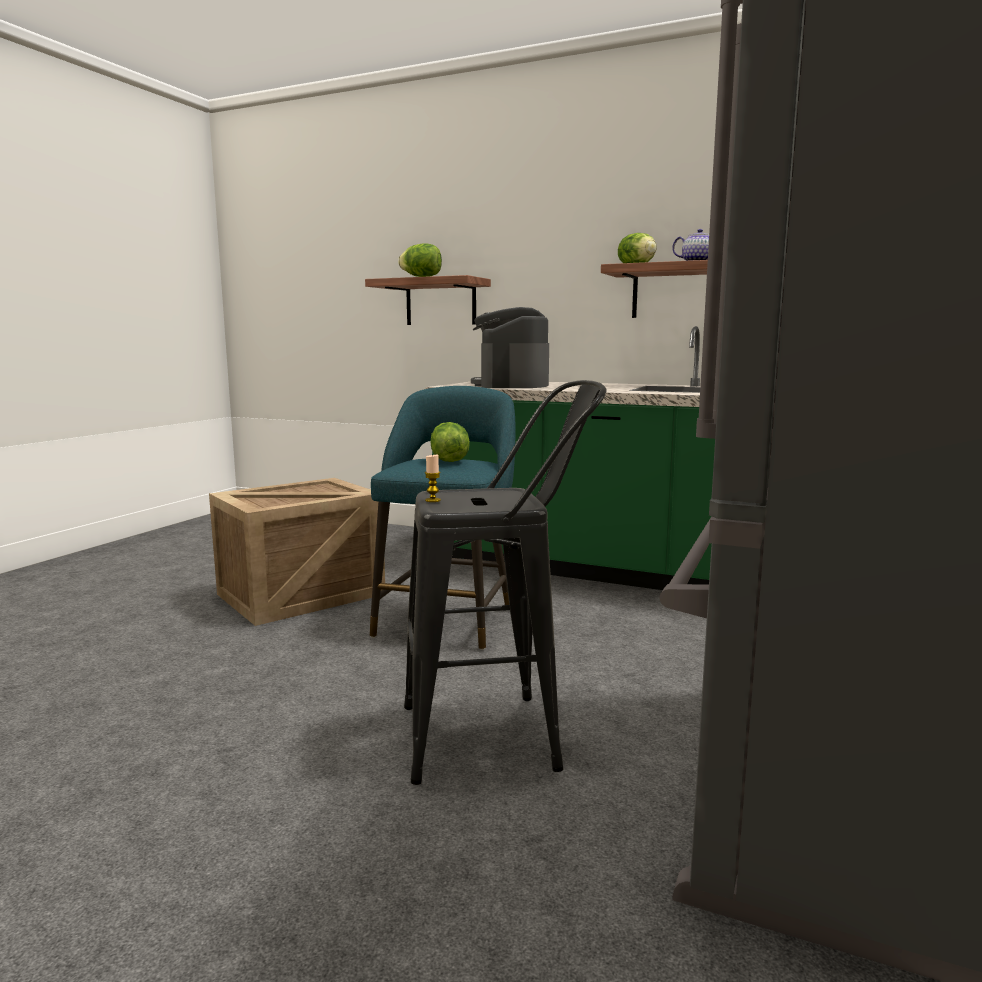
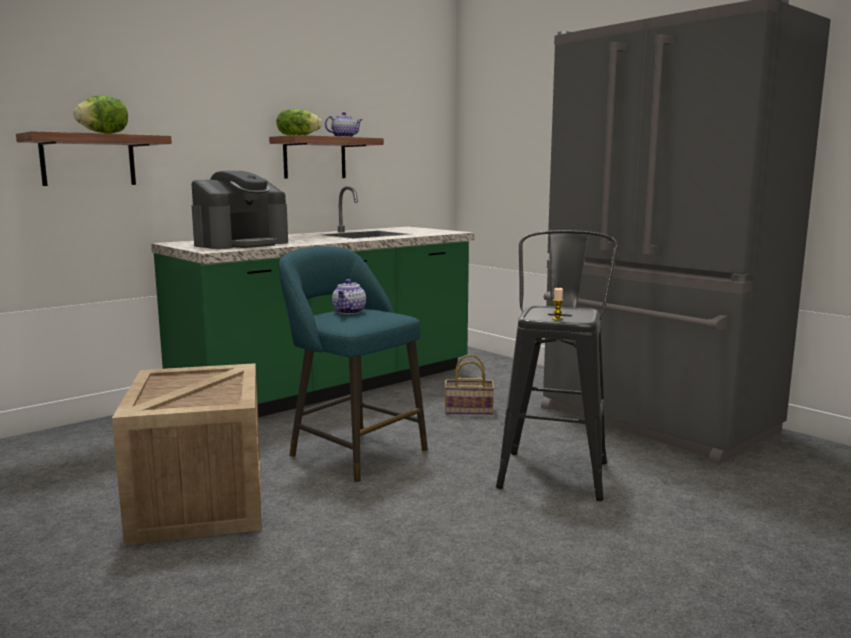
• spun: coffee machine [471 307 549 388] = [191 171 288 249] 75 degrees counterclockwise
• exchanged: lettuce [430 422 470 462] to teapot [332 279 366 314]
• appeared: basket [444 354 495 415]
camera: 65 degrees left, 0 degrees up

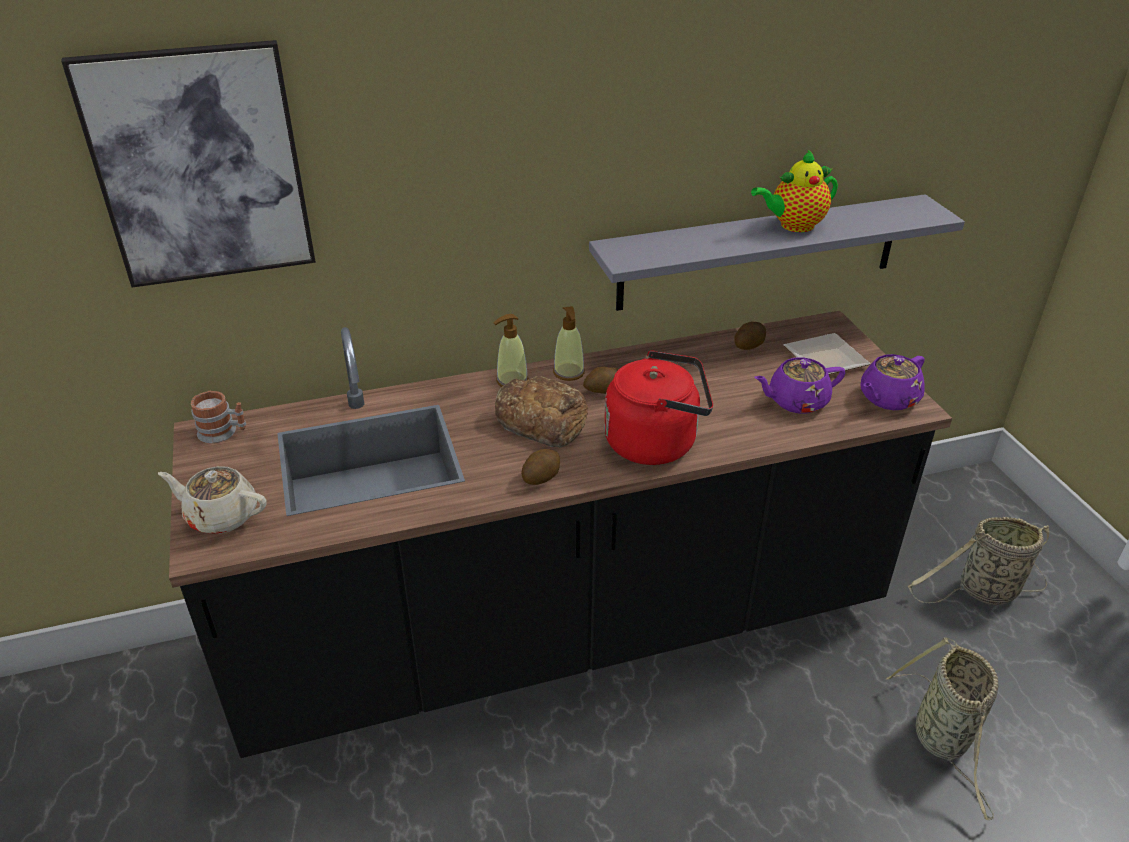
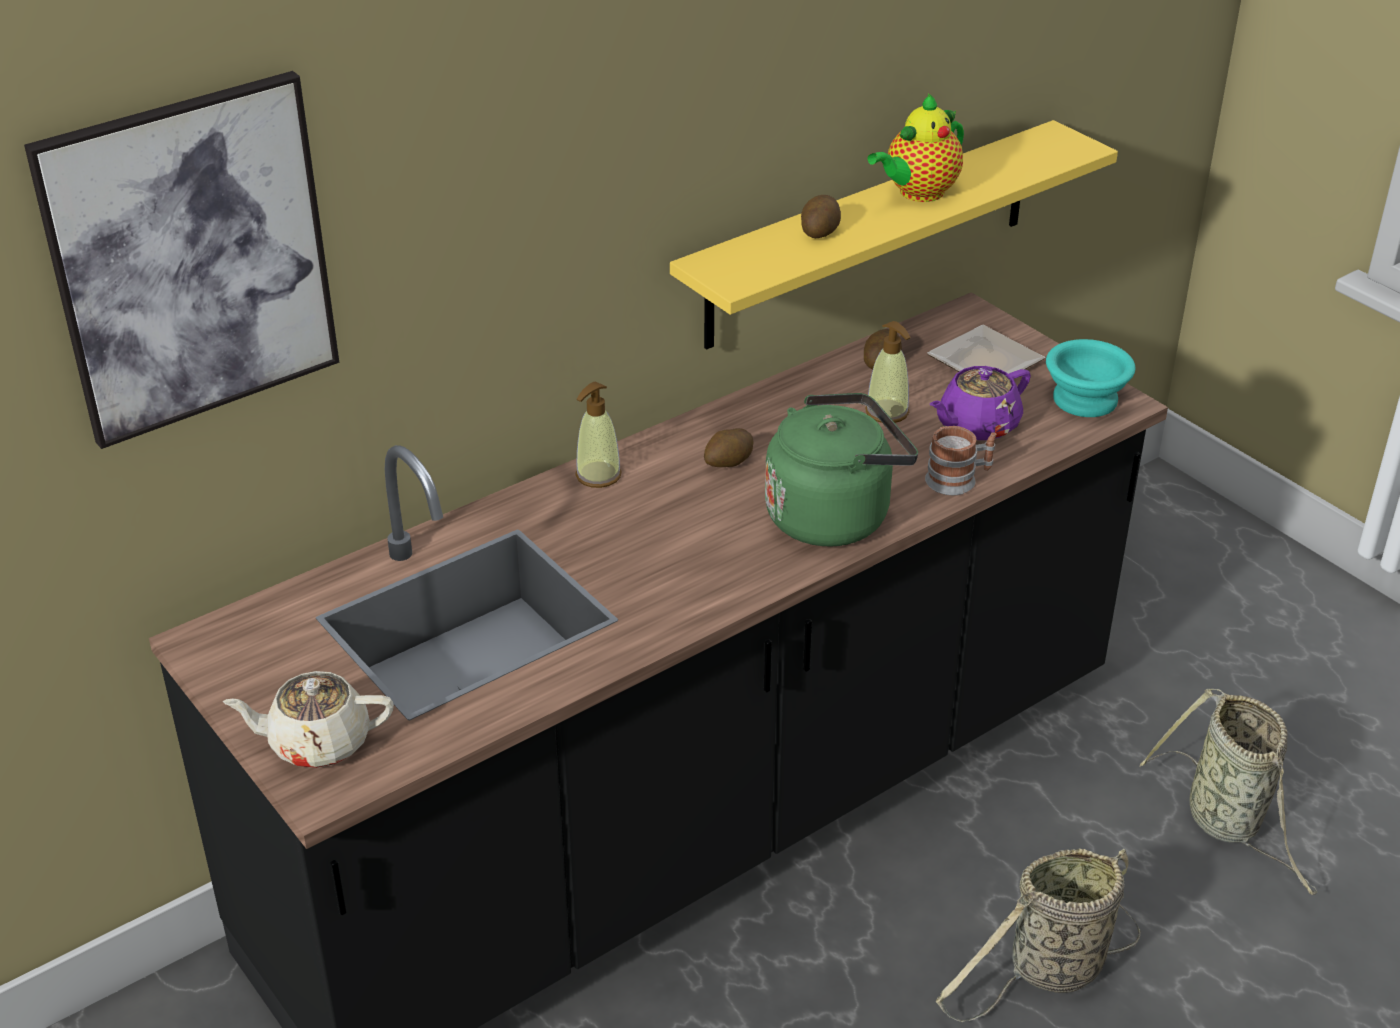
• colour: grey shelf [589 194 965 311] to yellow shelf [670 120 1118 350]
• colour: red kettle [604 350 713 465] to green kettle [765 393 918 546]
• relocated: potato [521 449 560 485] to [801 195 841 238]
• relocated: soap dispenser [553 306 585 381] to [865 321 911 423]
• relocated: mug [191 391 246 443] to [925 426 996 495]
• relocated: basket [908 517 1049 605] to [936 849 1141 1022]
• exchanged: purple teapot [861 354 925 410] to turquoise bowl [1046 339 1136 417]
• missing: bread [495 376 588 448]
camera: 20 degrees left, 0 degrees up

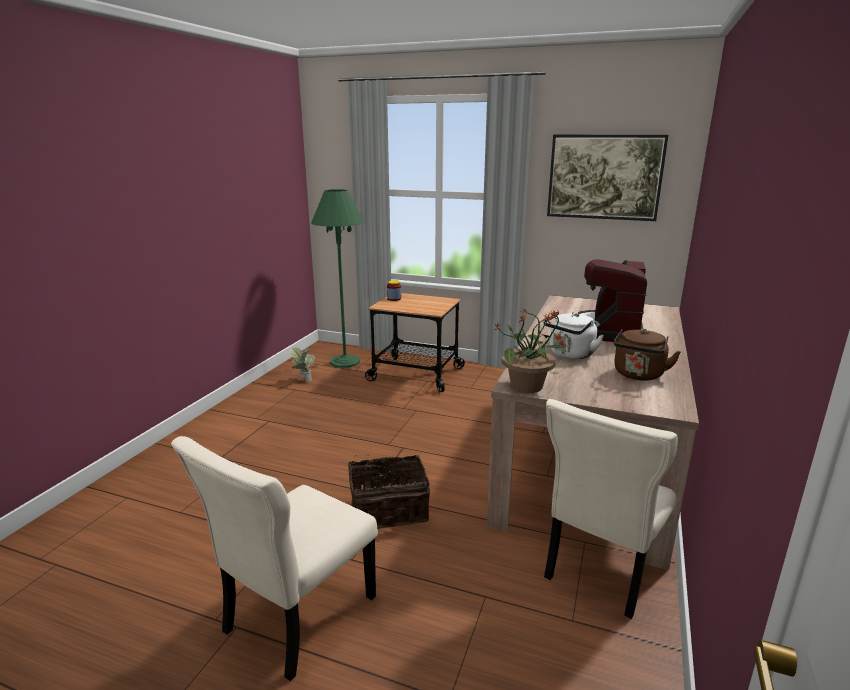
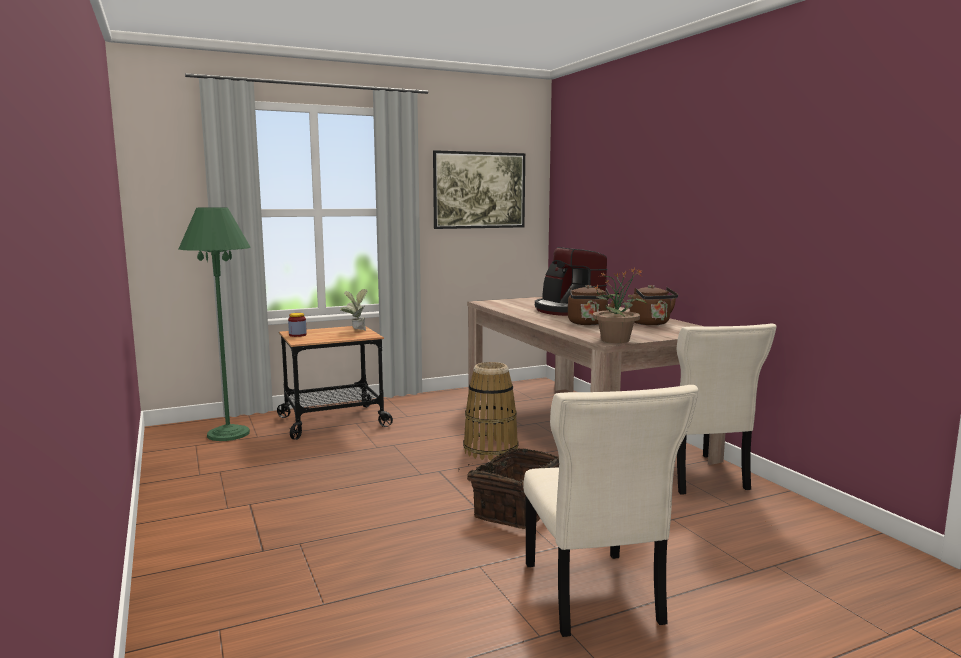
• relocated: potted plant [290 347 315 382] to [340 289 368 331]
• appeared: basket [463 362 518 461]
• colour: white kettle [543 311 604 360] to brown kettle [568 285 615 325]
camera: 45 degrees left, 10 degrees down

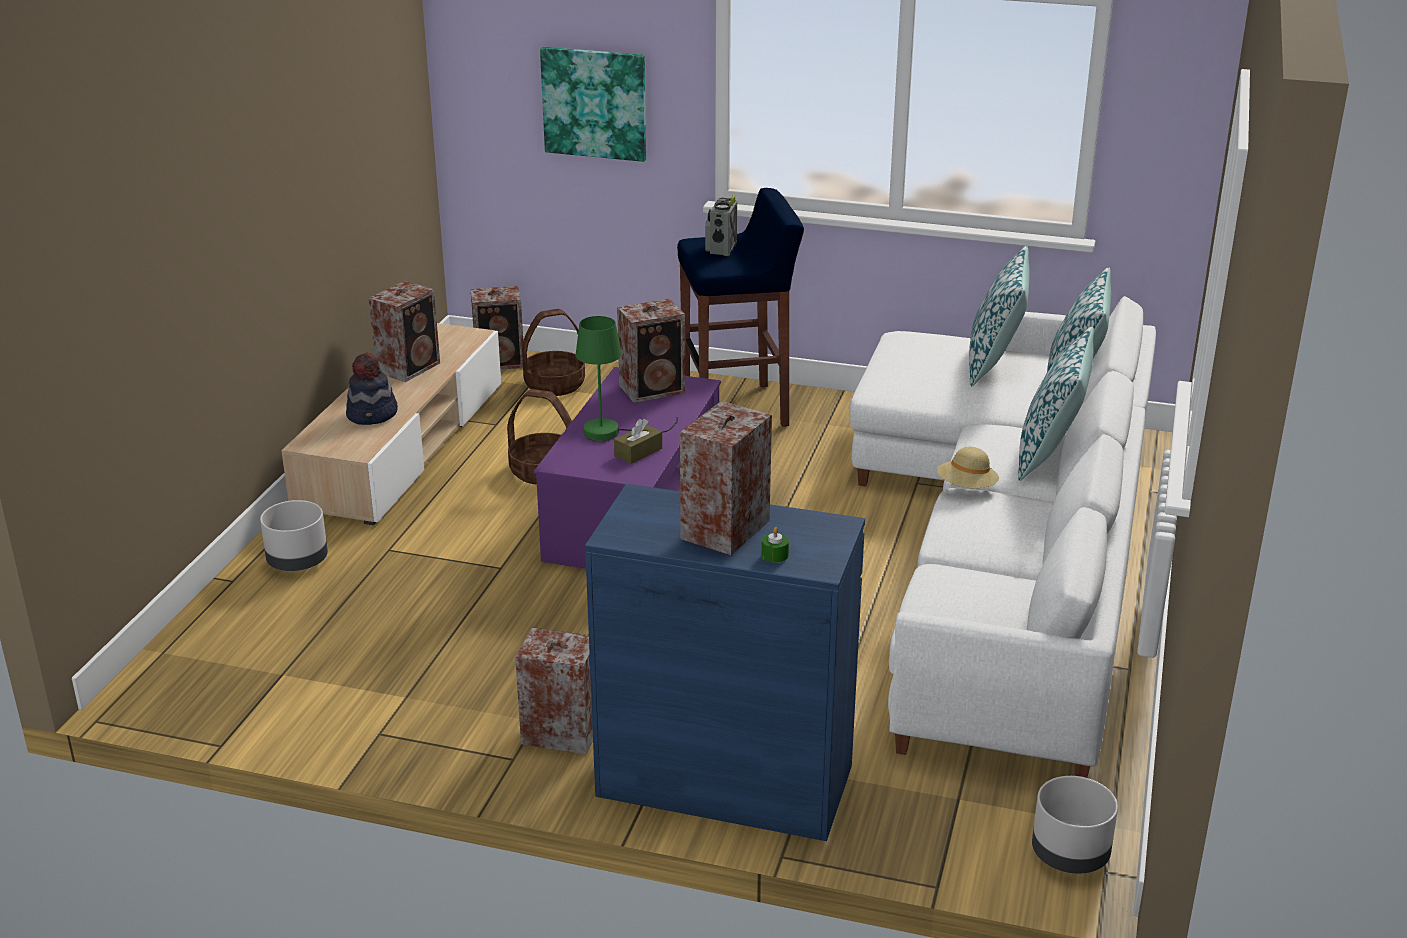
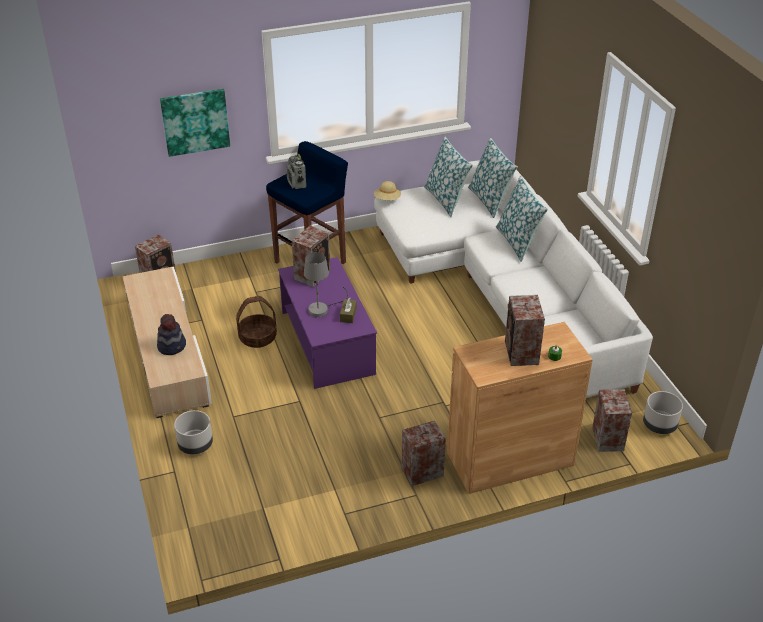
• colour: green table lamp [576 316 678 441] to grey table lamp [304 252 348 317]
• relocated: beige hat [937 447 999 488] to [374 181 401 200]
• colour: blue cabinet [585 484 865 841] to brown cabinet [447 322 593 494]
• relocated: speaker [368 281 440 382] to [592 389 632 452]
• missing: basket [522 309 585 396]
camera: 35 degrees left, 10 degrees up

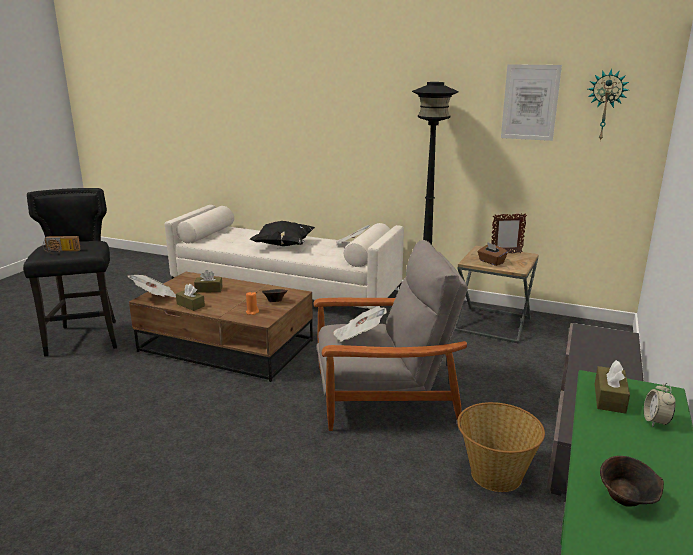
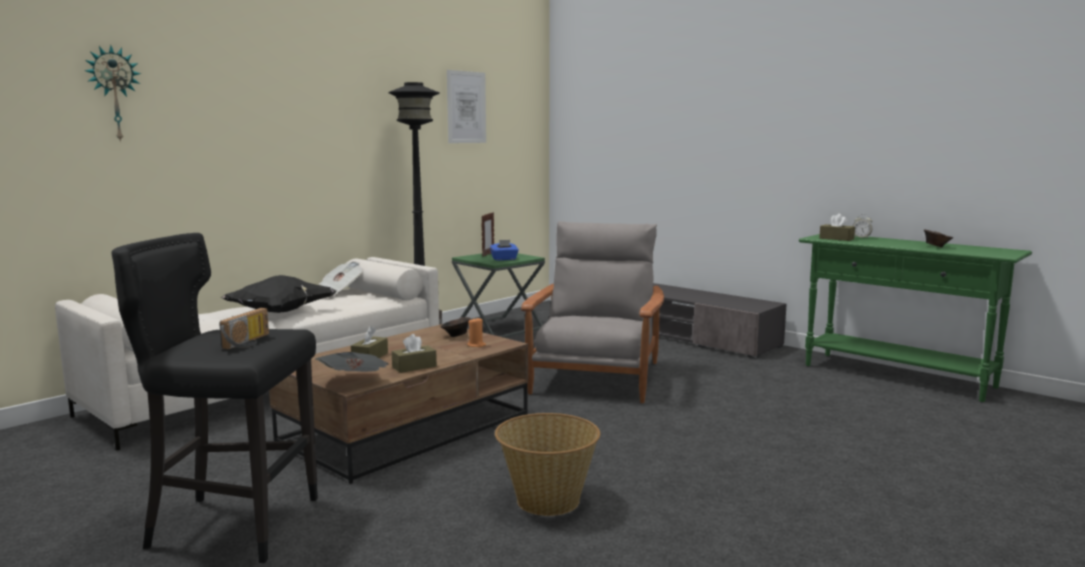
• relocated: wall clock [588 69 629 142] to [84 45 141 142]
• colour: brown side table [454 245 539 343] to green side table [452 253 545 338]
• colour: brown tissue box [478 242 508 266] to blue tissue box [490 240 519 261]
• relocated: basket [457 402 545 492] to [495 413 600 516]
• missing: newspaper [333 306 387 342]
camera: 70 degrees left, 10 degrees down

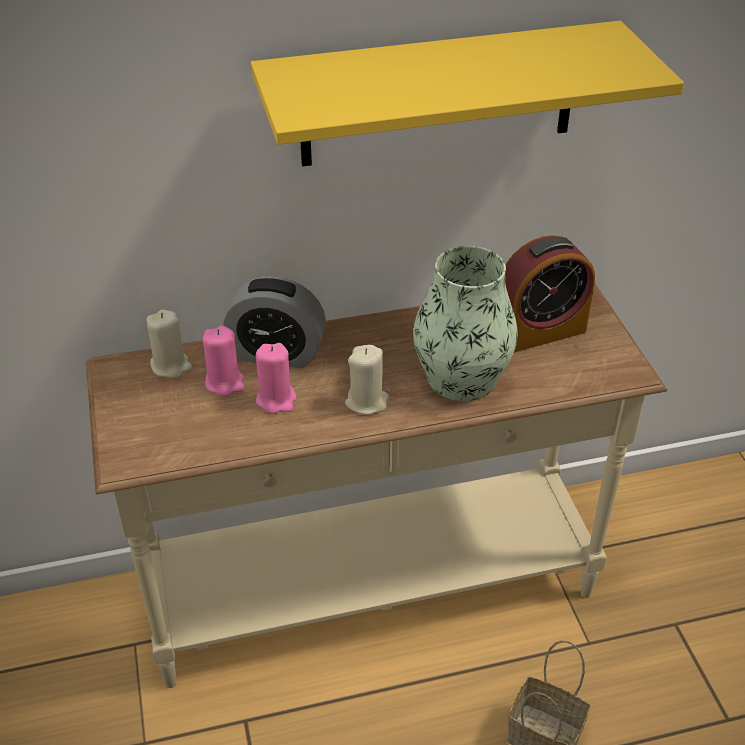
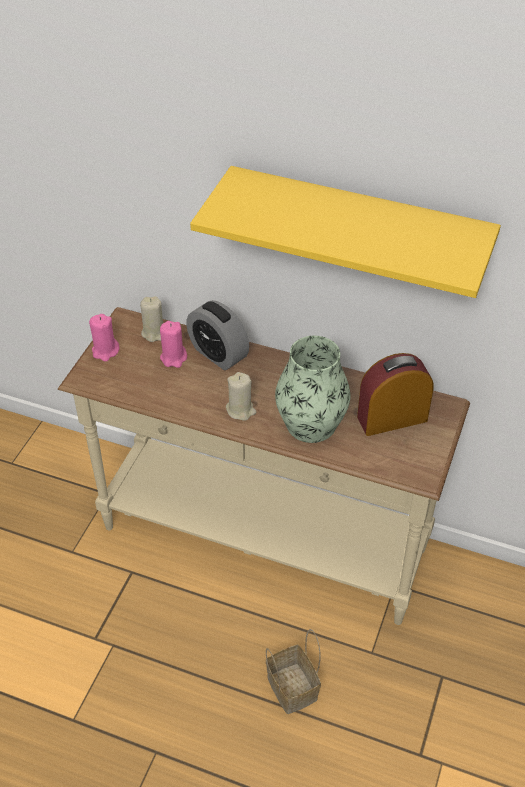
• relocated: pink candle [256 343 296 414] to [89 314 120 362]
• spun: alarm clock [505 235 595 352] = [357 353 434 436] 150 degrees clockwise
camera: 35 degrees right, 5 degrees up

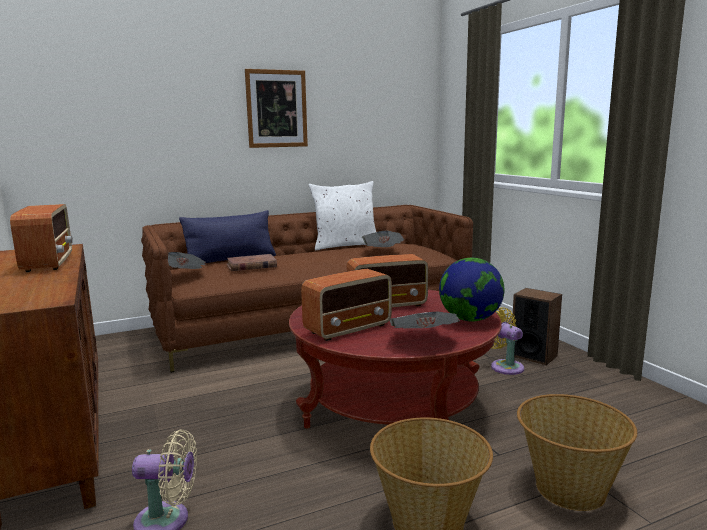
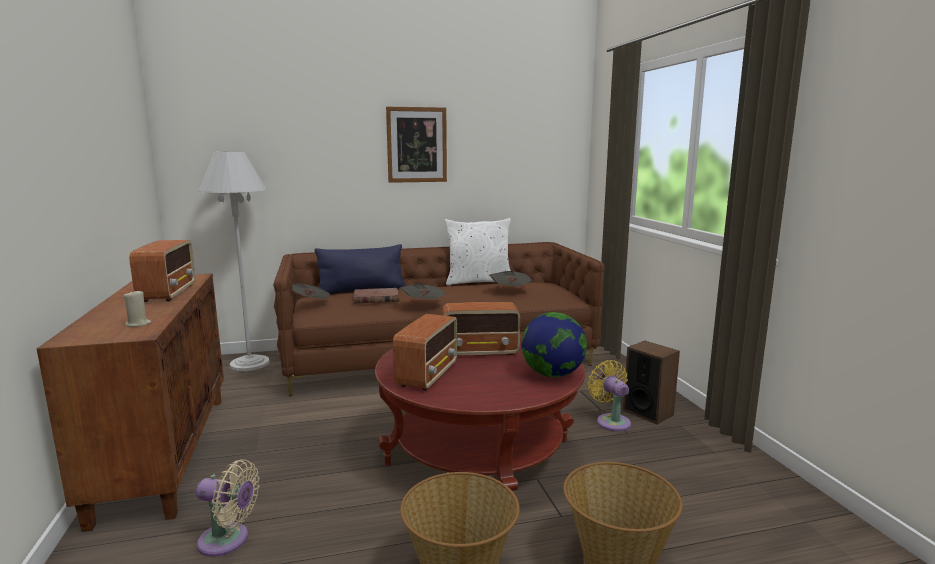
• appeared: beige candle [123 290 151 327]
• appeared: white floor lamp [198 151 270 371]
• spun: radio [301 269 392 341] = [393 314 457 390] 45 degrees counterclockwise
• relocated: newspaper [389 312 460 329] to [399 284 446 299]
camera: 10 degrees right, 0 degrees up

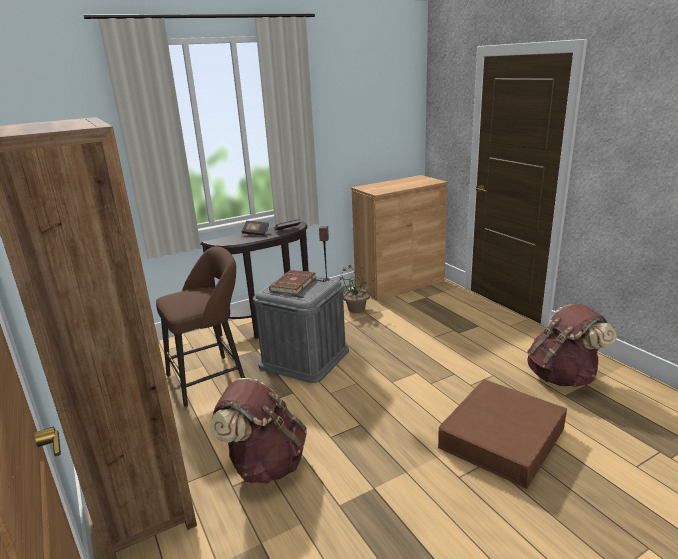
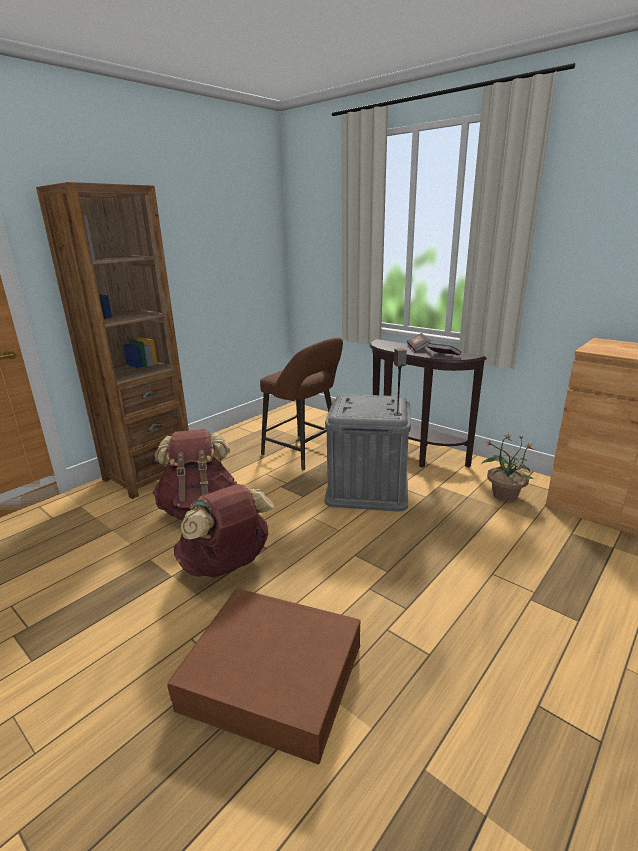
• relocated: brown backpack [527 304 617 387] to [174 484 275 578]
• missing: brown book [269 270 317 295]
camera: 70 degrees right, 0 degrees up

